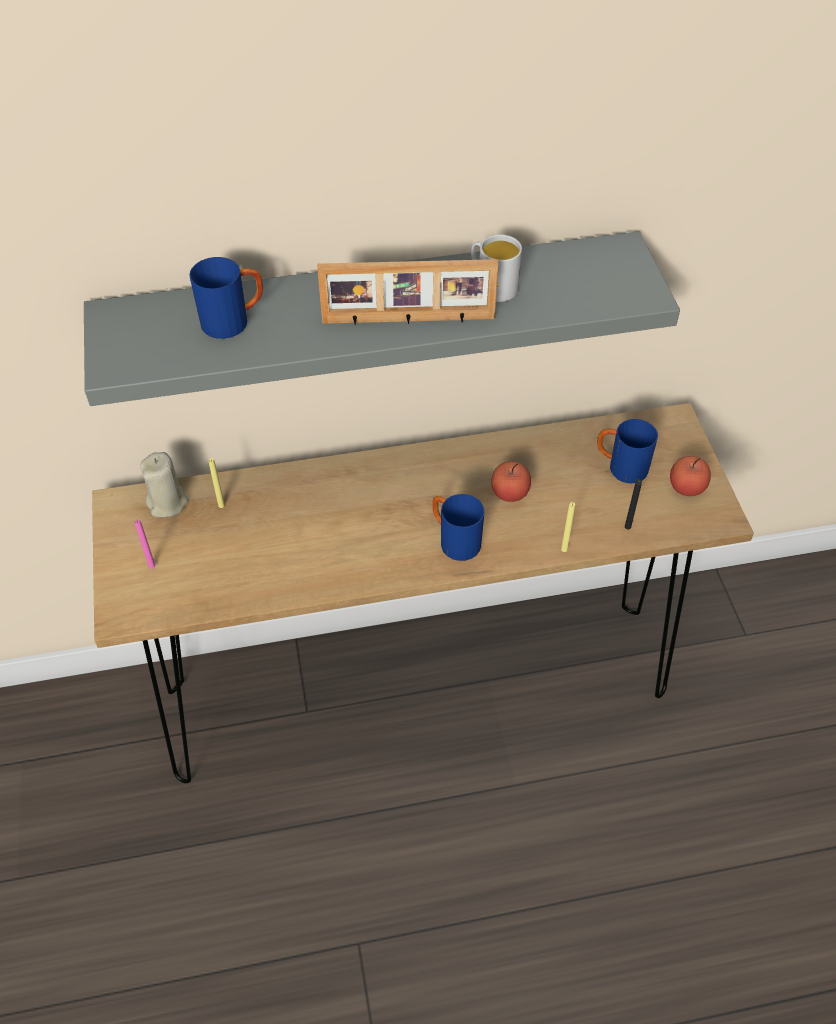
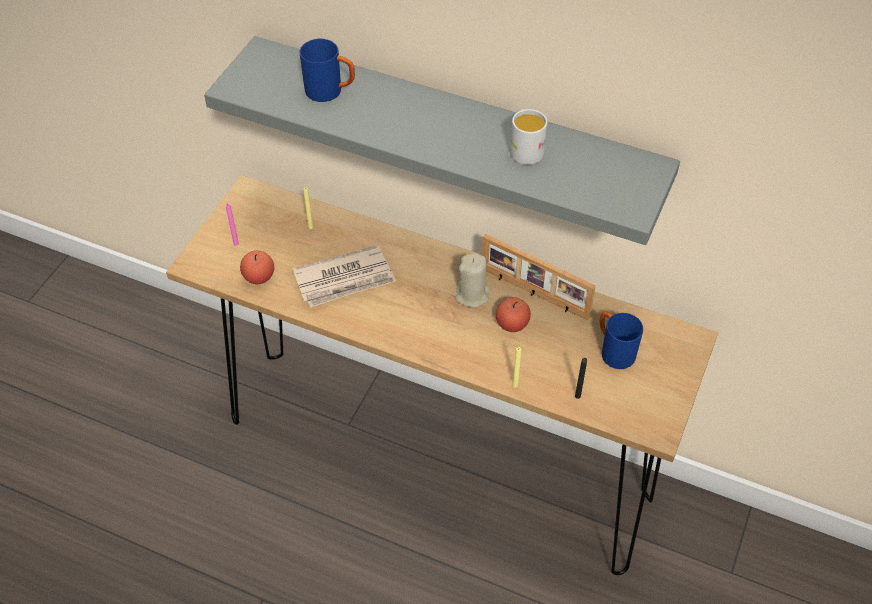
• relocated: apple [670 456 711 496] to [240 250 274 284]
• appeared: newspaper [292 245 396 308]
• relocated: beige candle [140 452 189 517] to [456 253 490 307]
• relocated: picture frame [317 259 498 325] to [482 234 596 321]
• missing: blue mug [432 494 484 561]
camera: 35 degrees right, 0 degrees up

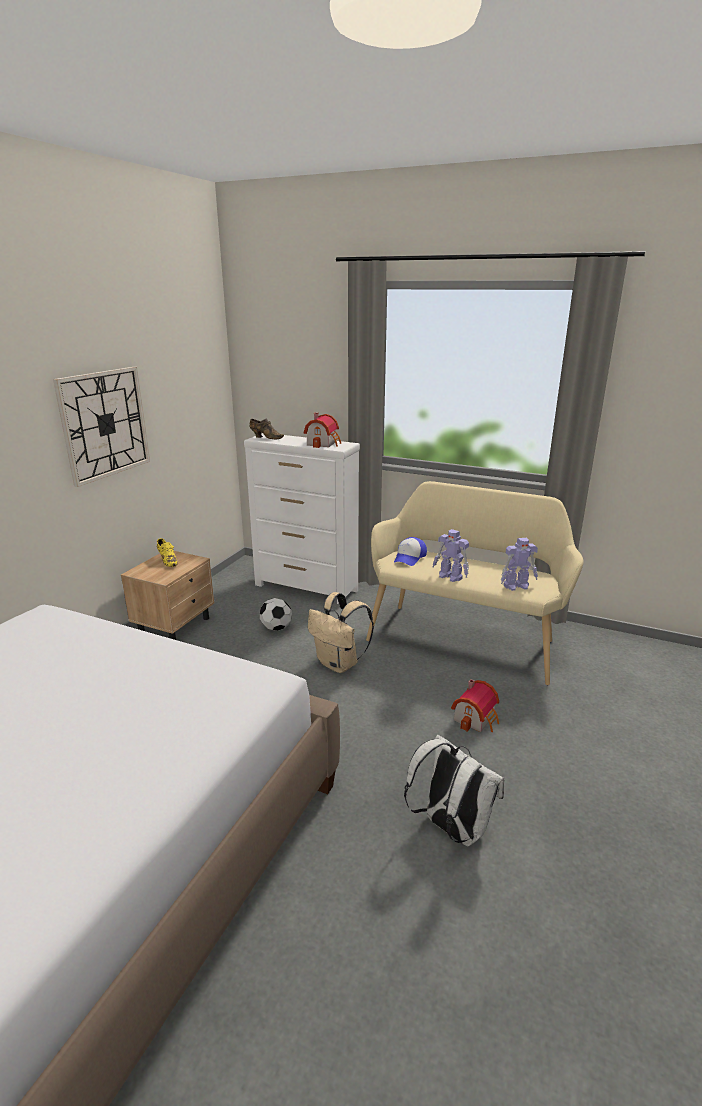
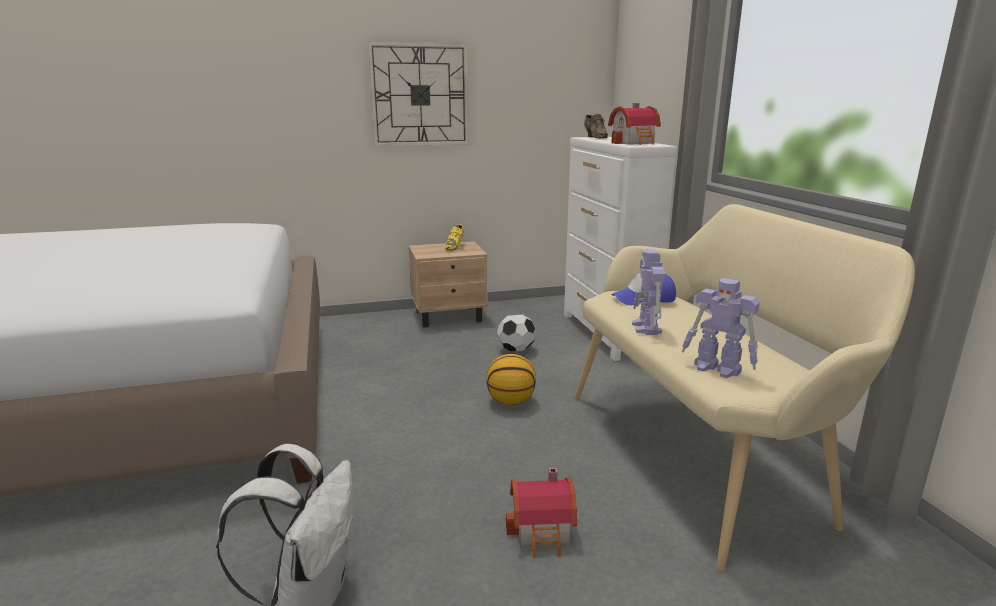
• exchanged: beige backpack [308 592 374 673] to basketball [486 354 536 405]
camera: 50 degrees right, 5 degrees down

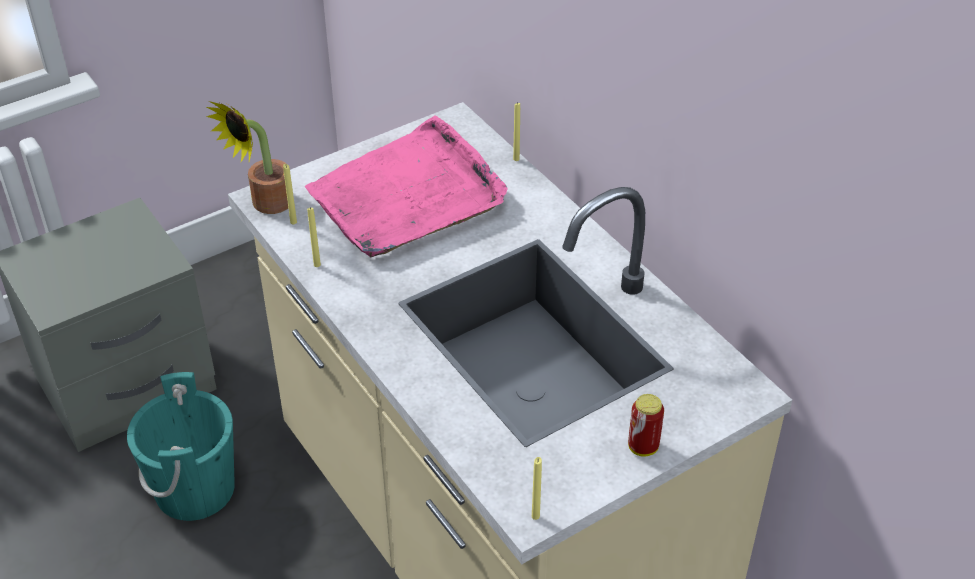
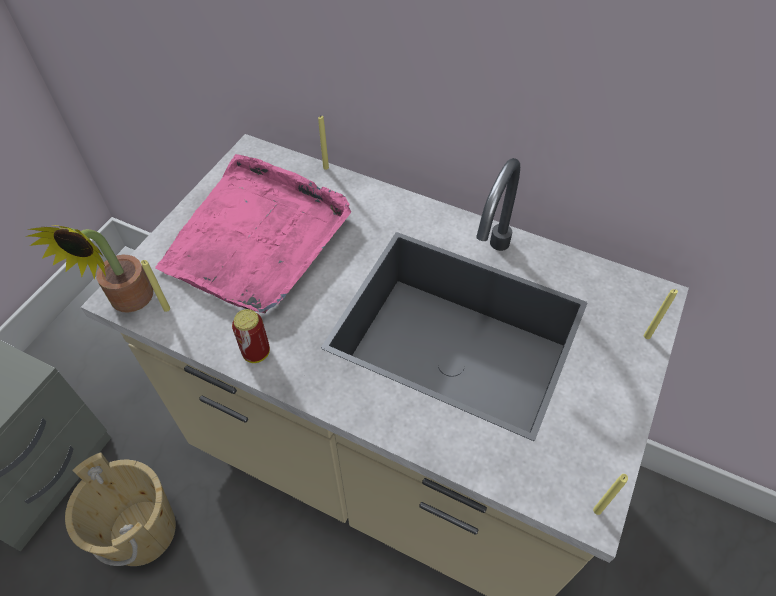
• colour: turquoise bucket [127 372 235 521] to beige bucket [65 452 176 566]
• relocated: can [628 394 664 457] to [232 309 270 363]
• relocated: yellow candle [307 208 321 267] to [644 289 678 339]
camera: 30 degrees left, 10 degrees up

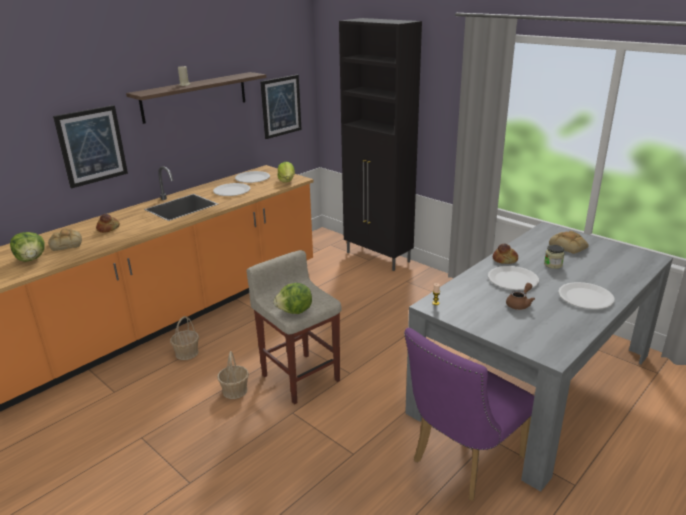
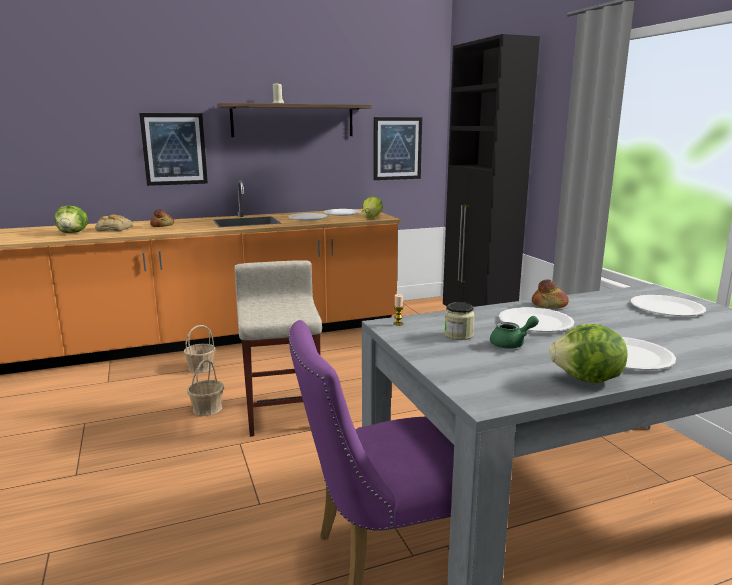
• relocated: jar [544 245 565 269] to [444 302 475 340]
• colour: brown teapot [506 283 535 310] to green teapot [490 316 539 349]
• relocated: lettuce [274 283 312 314] to [549 324 627 383]
• exchanged: bread [549 231 589 254] to white plate [631 295 706 316]
camera: 25 degrees right, 10 degrees down

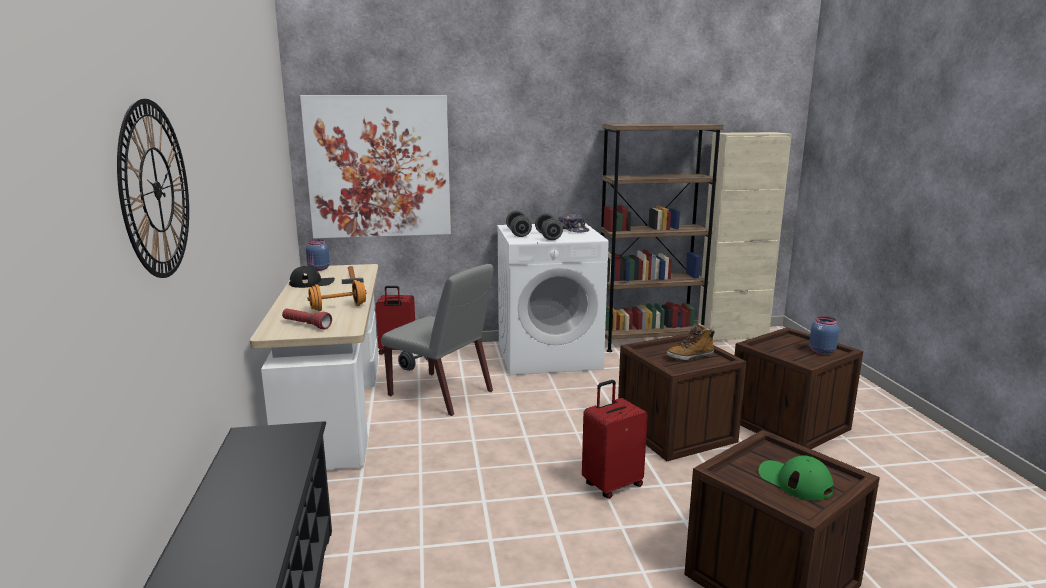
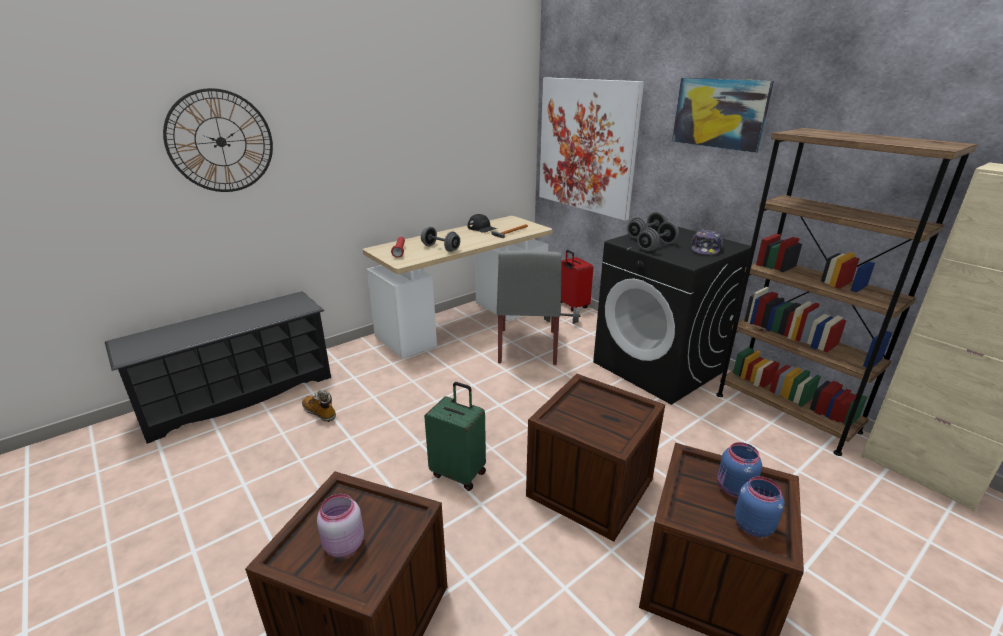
• relocated: boot [667 323 715 360] to [302 390 336 422]
• exchanged: green cap [759 455 834 501] to pink jar [317 494 364 557]
• colour: orange dumbbell [307 280 366 311] to grey dumbbell [421 227 460 252]
• colour: red suitcase [582 380 648 499] to green suitcase [424 382 486 491]
• colour: white washing machine [497 223 609 375] to black washing machine [593 227 751 405]
• appeared: picture [672 78 774 153]
• relocated: blue jar [306 239 330 271] to [717 442 762 498]
camera: 60 degrees right, 10 degrees up

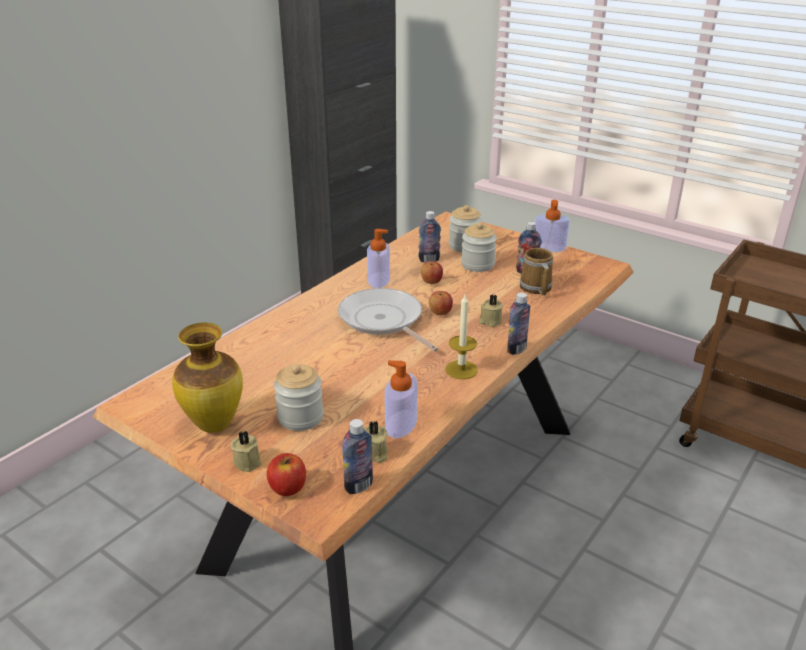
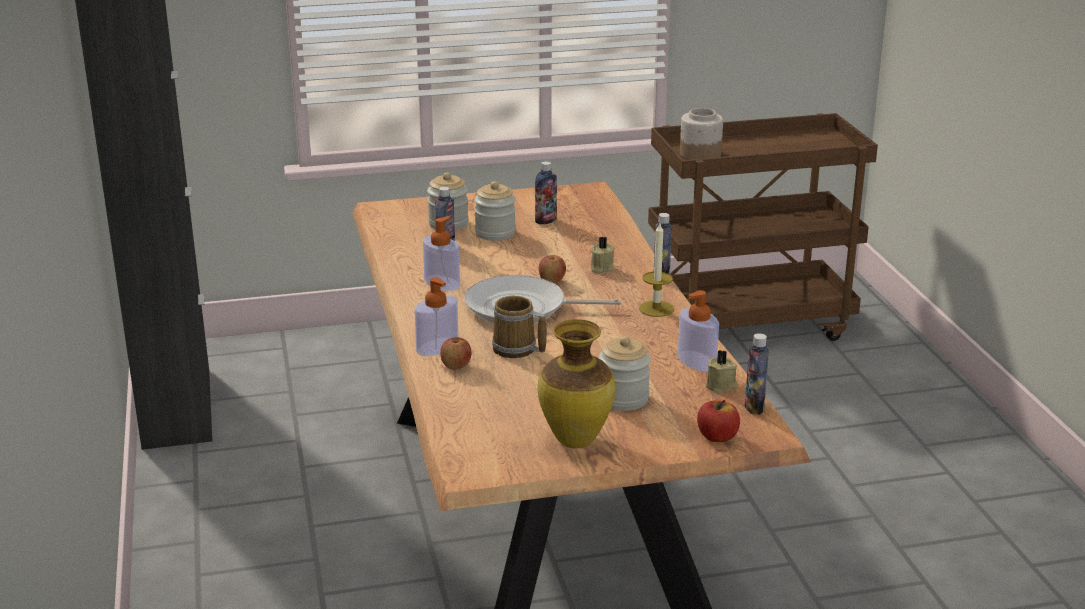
• relocated: soap dispenser [535 200 570 252] to [414 277 458 356]
• relocated: apple [421 261 443 284] to [440 337 471 370]
• relocated: mug [520 248 553 296] to [492 296 547 358]
• appeared: jar [680 108 723 160]
• missing: beige candle [230 431 262 472]
camera: 50 degrees left, 5 degrees down

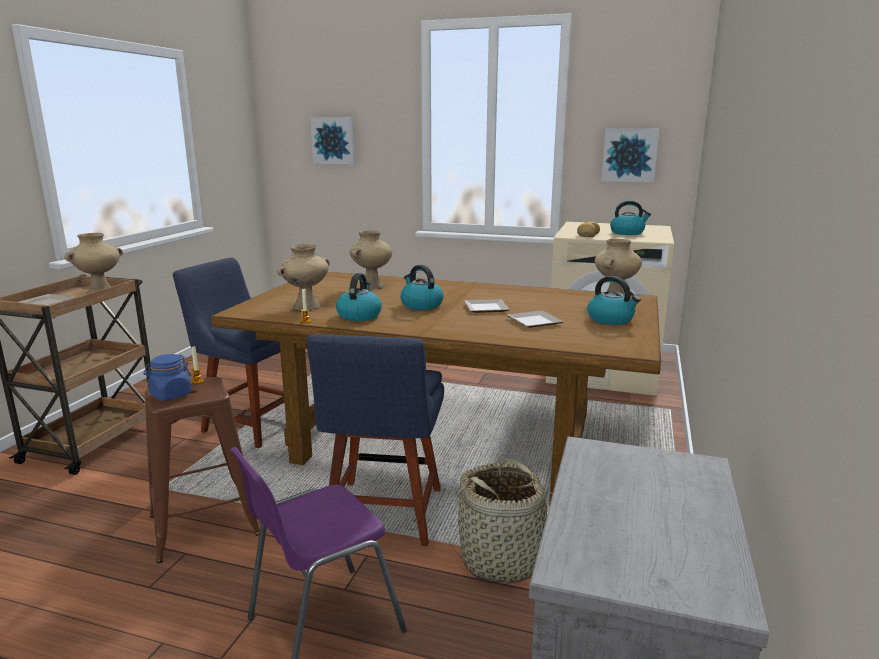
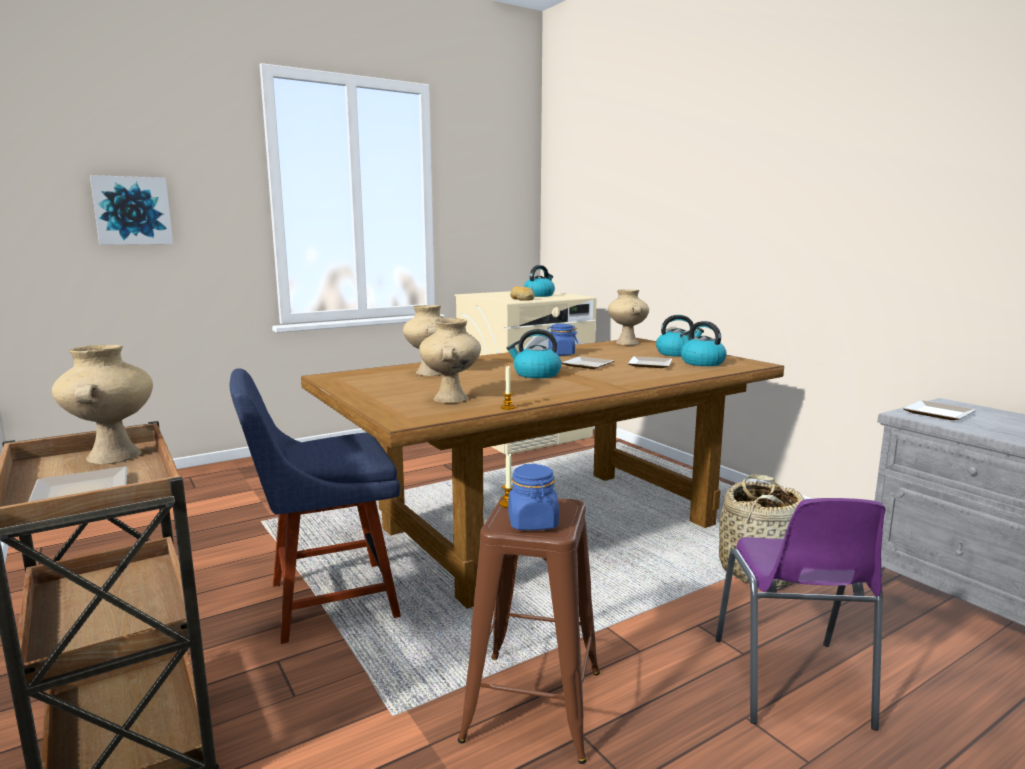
• appeared: blue jar [546 324 578 356]
• relocated: kettle [336 273 382 321] to [680 321 727 366]
• appeared: plate [903 400 975 420]
• missing: blue chair [306 334 444 546]
• missing: picture [601 129 660 183]
camera: 50 degrees left, 5 degrees down

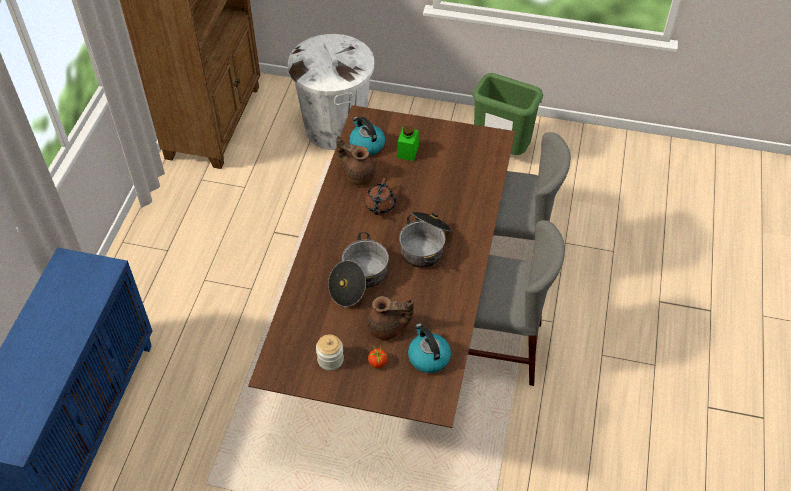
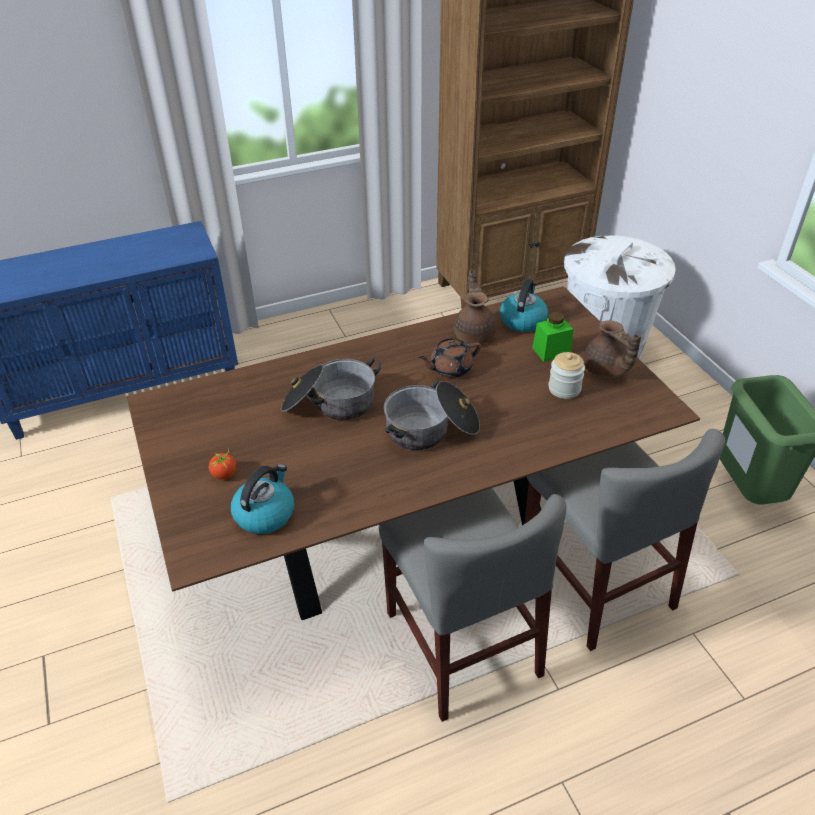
• relocated: jar [316 334 344 371] to [549 352 585 399]
• relocated: brown teapot [367 296 414 340] to [583 321 641 378]
camera: 55 degrees right, 10 degrees down

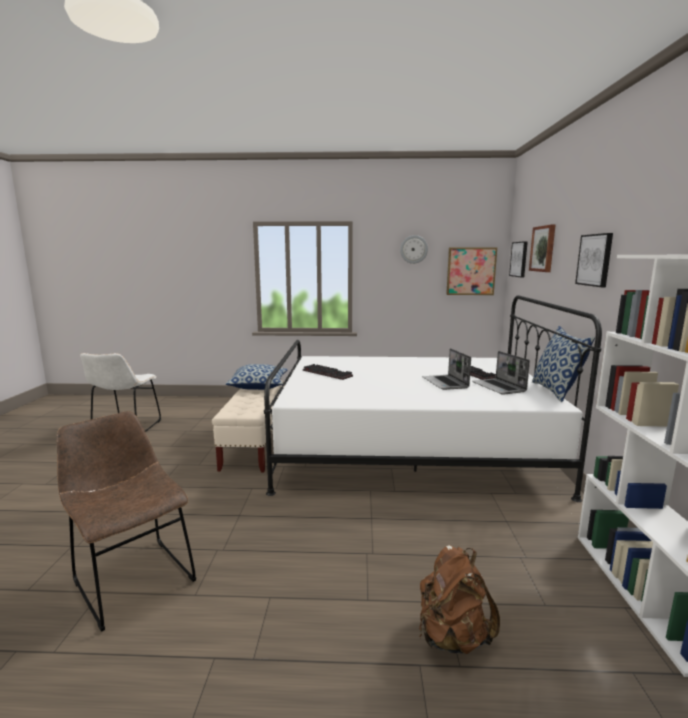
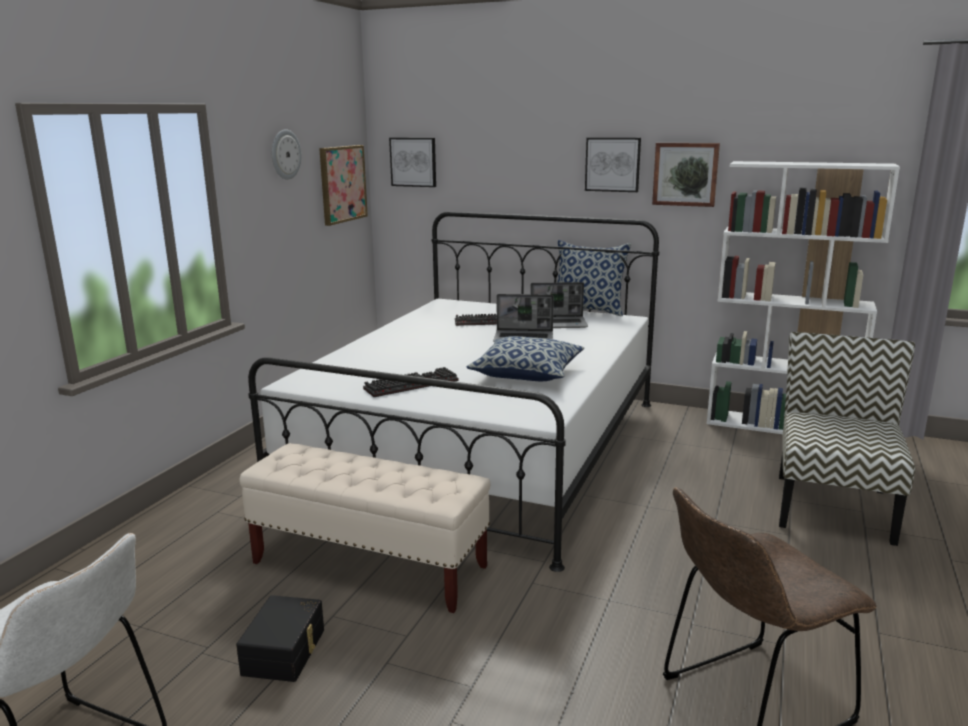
• appeared: black storage box [236 595 324 682]
• relocated: pillow [225 364 288 390] to [466 336 584 381]
• relocated: picture [529 224 556 272] to [652 143 720 207]
• exchanged: brown backpack [419 545 500 654] to chair [779 332 915 546]
camera: 70 degrees left, 5 degrees up

